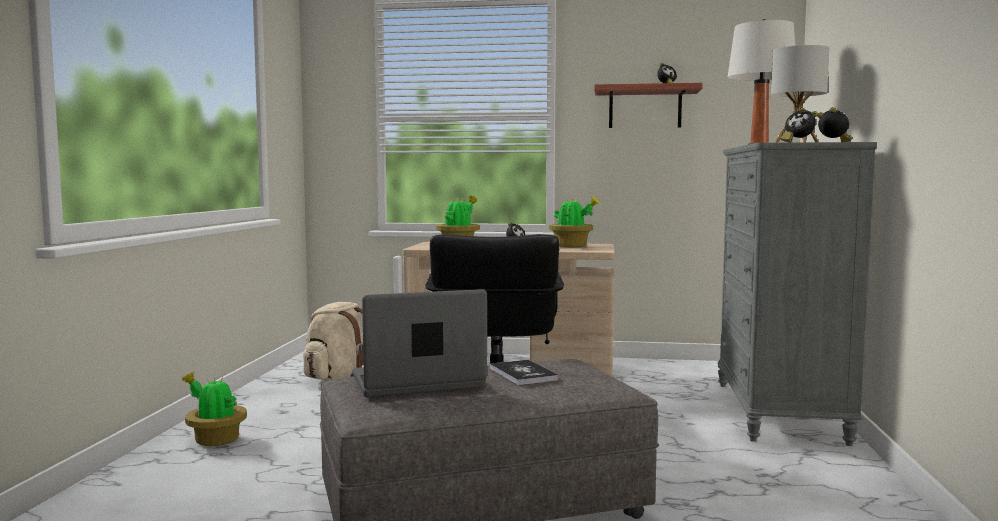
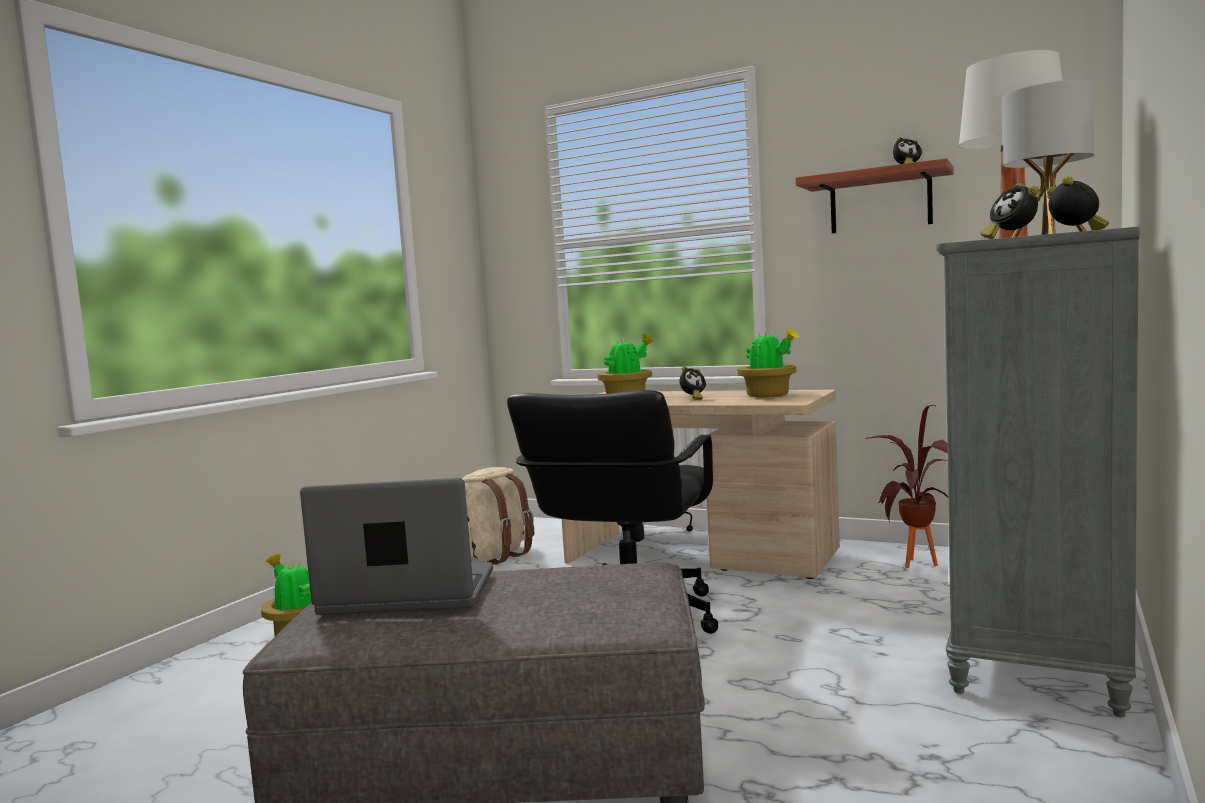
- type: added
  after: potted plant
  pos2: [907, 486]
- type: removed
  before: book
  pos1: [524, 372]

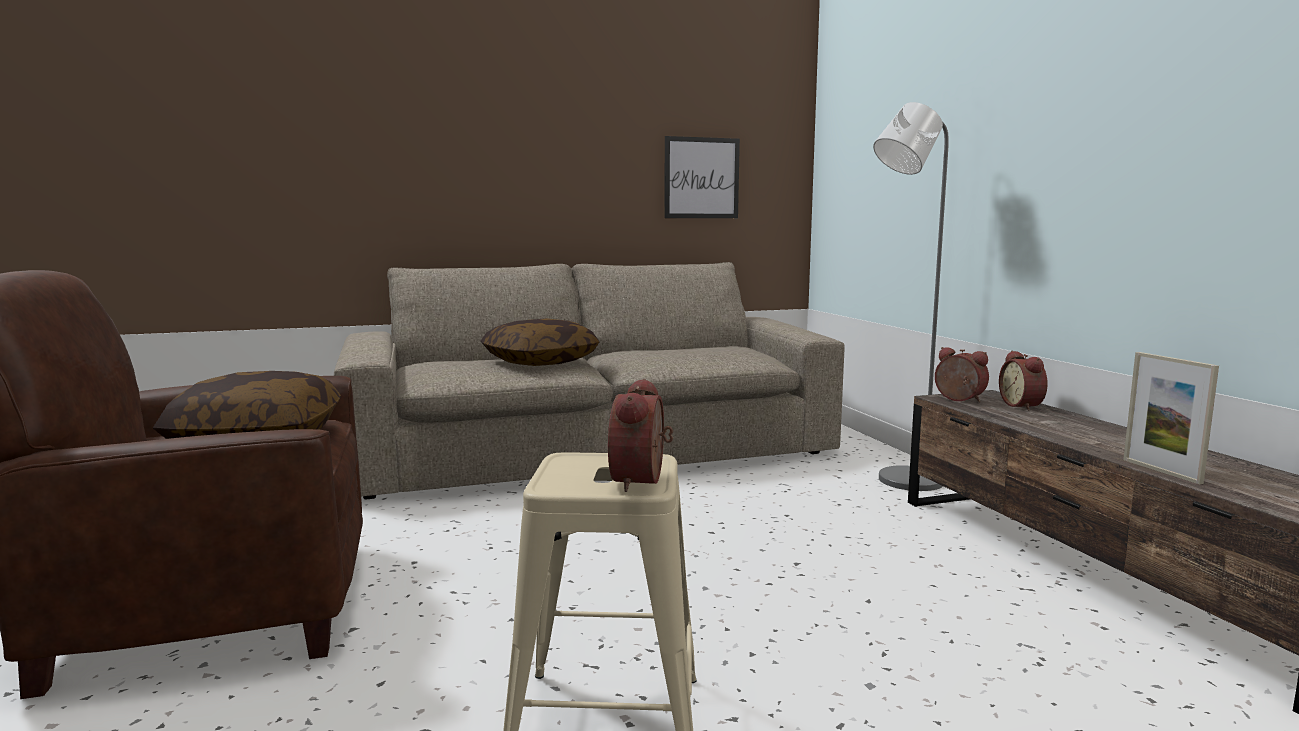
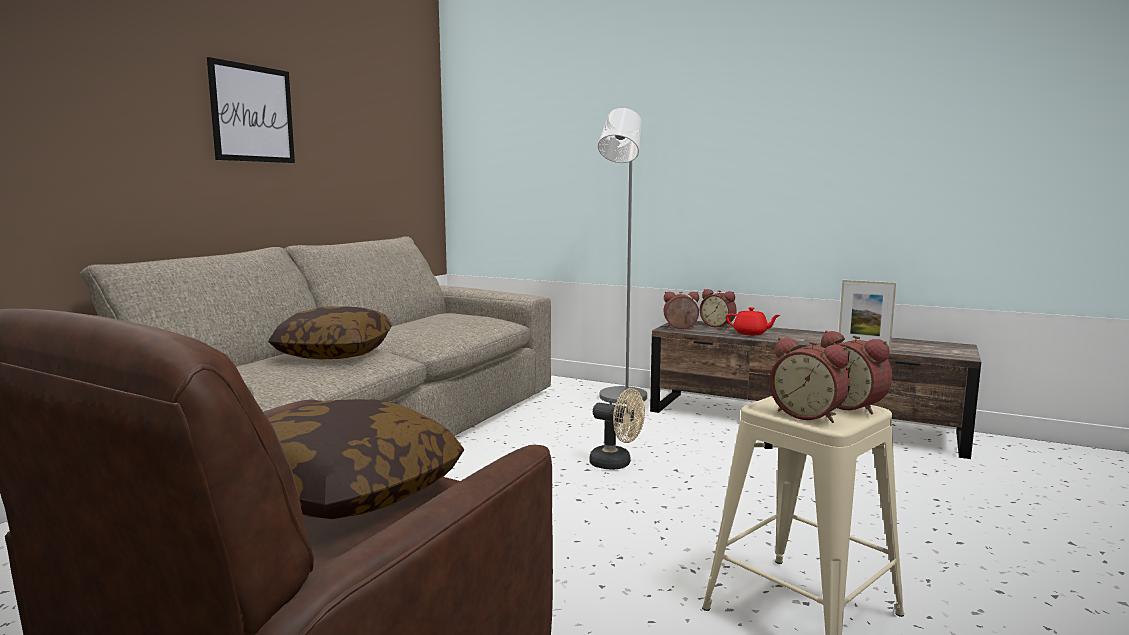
- type: moved
  before: picture
  pos1: [702, 177]
  pos2: [251, 110]
- type: added
  after: beige fan
  pos2: [617, 429]
- type: added
  after: red teapot
  pos2: [753, 321]
- type: added
  after: alarm clock
  pos2: [809, 380]

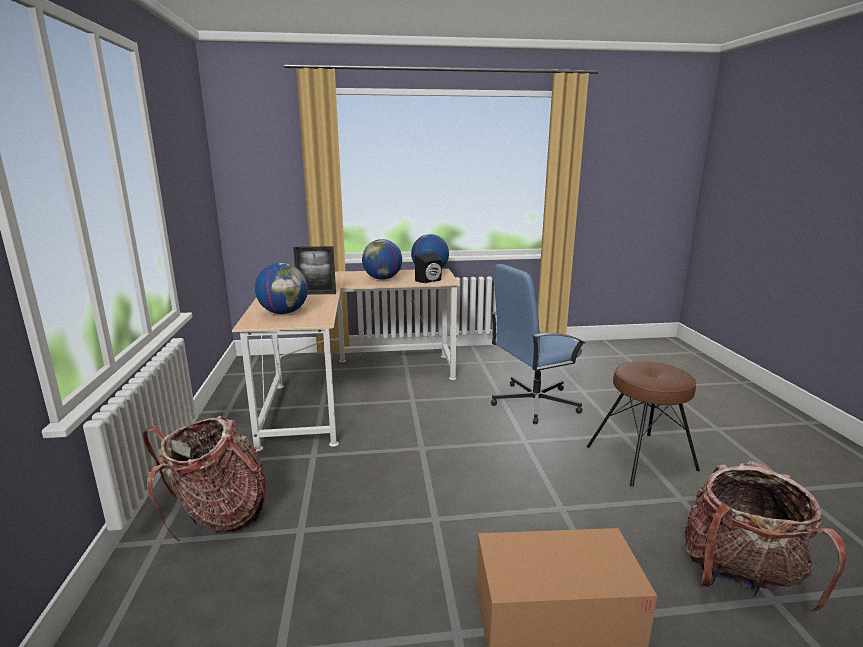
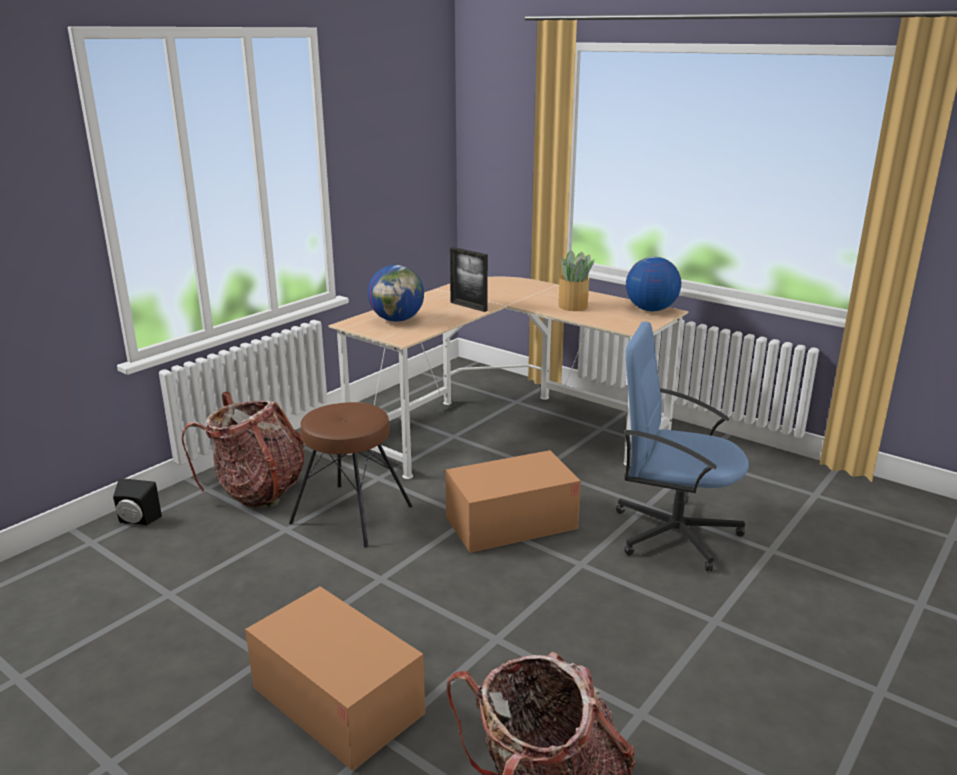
- type: moved
  before: black speaker
  pos1: [428, 267]
  pos2: [137, 502]
- type: moved
  before: brown stool
  pos1: [643, 423]
  pos2: [351, 475]
- type: added
  after: cardboard box
  pos2: [513, 501]
- type: replaced
  before: globe
  after: potted plant
  pos1: [382, 259]
  pos2: [576, 280]

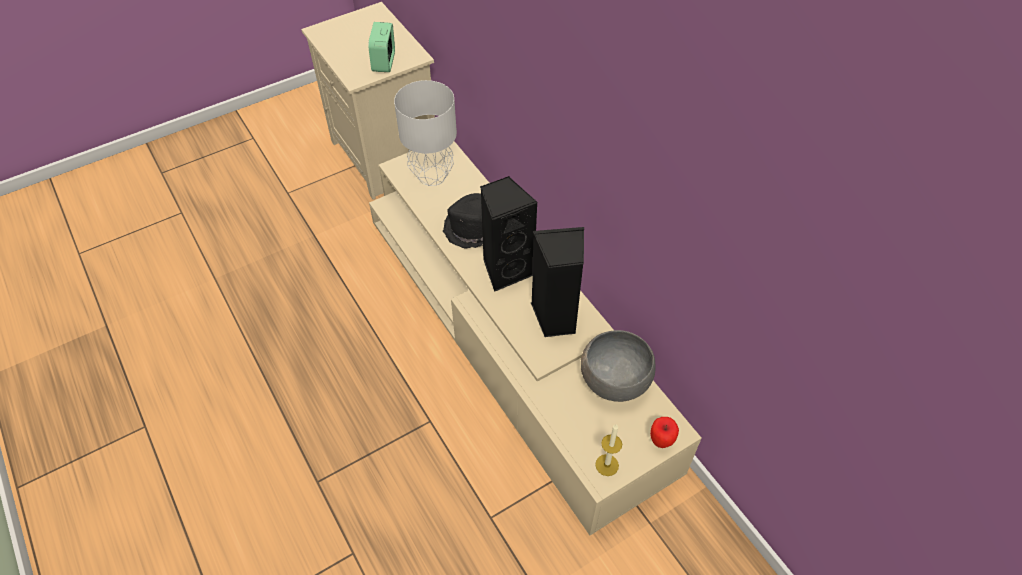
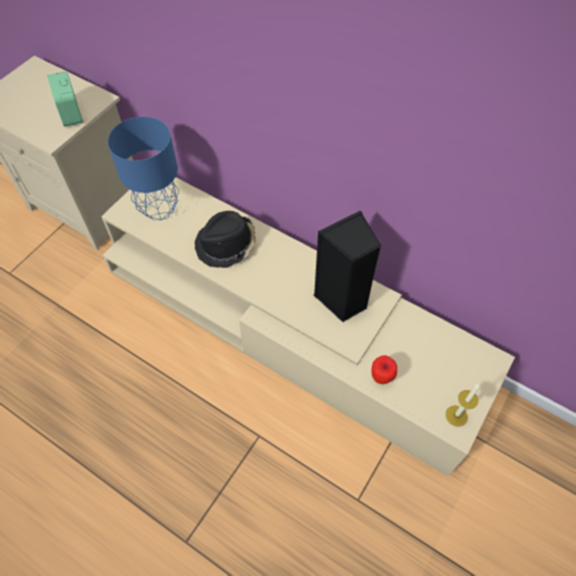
- type: recoloured
  before: grey table lamp
  after: blue table lamp
  pos1: [425, 133]
  pos2: [143, 168]
- type: moved
  before: apple
  pos1: [664, 432]
  pos2: [384, 369]
- type: removed
  before: black speaker
  pos1: [509, 234]
- type: removed
  before: grey bowl
  pos1: [618, 366]

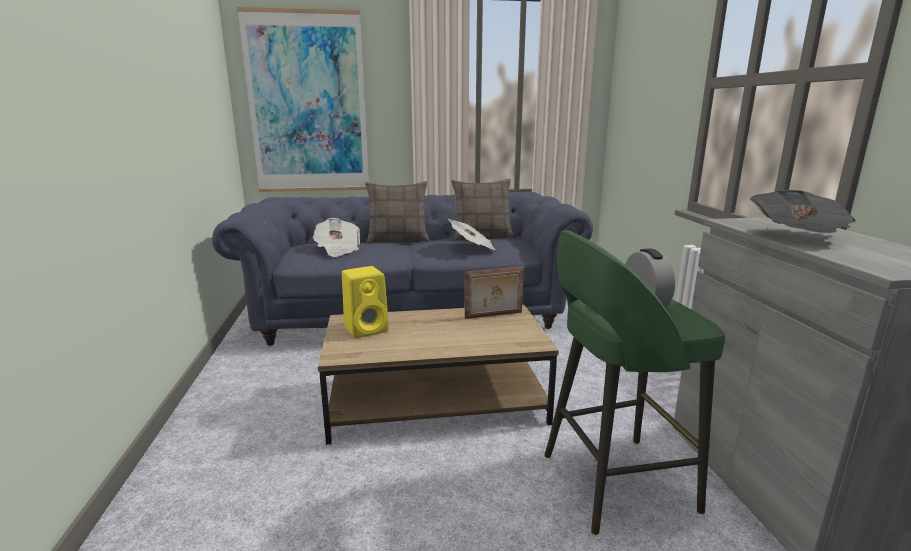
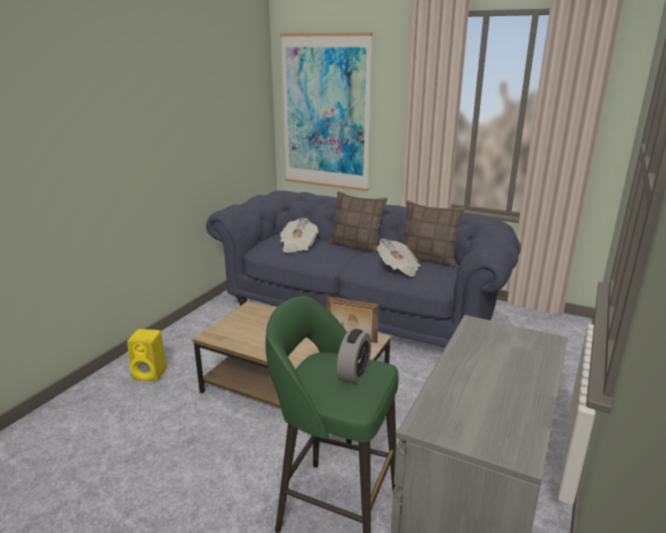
- type: moved
  before: yellow speaker
  pos1: [365, 302]
  pos2: [147, 355]
- type: removed
  before: newspaper
  pos1: [802, 211]

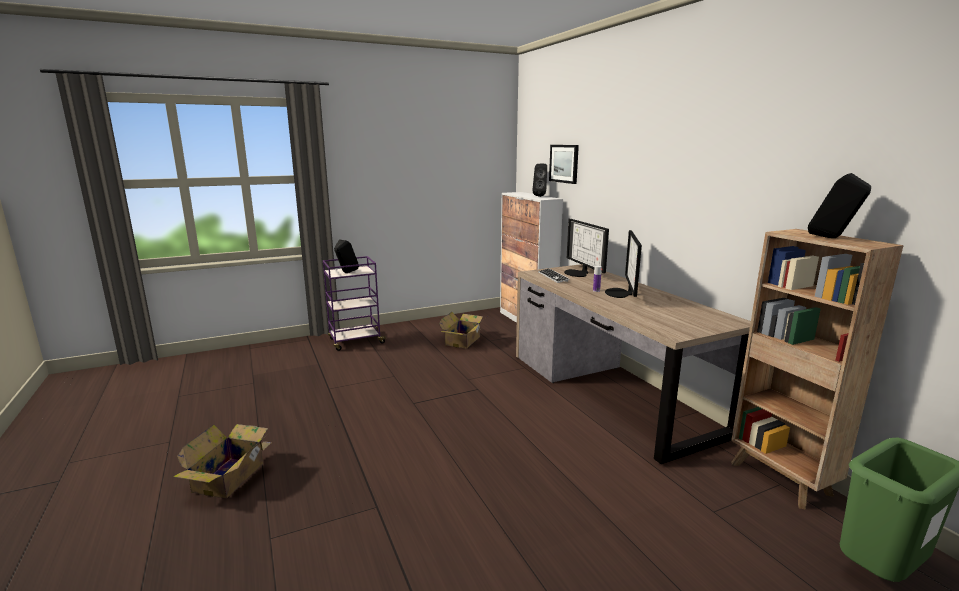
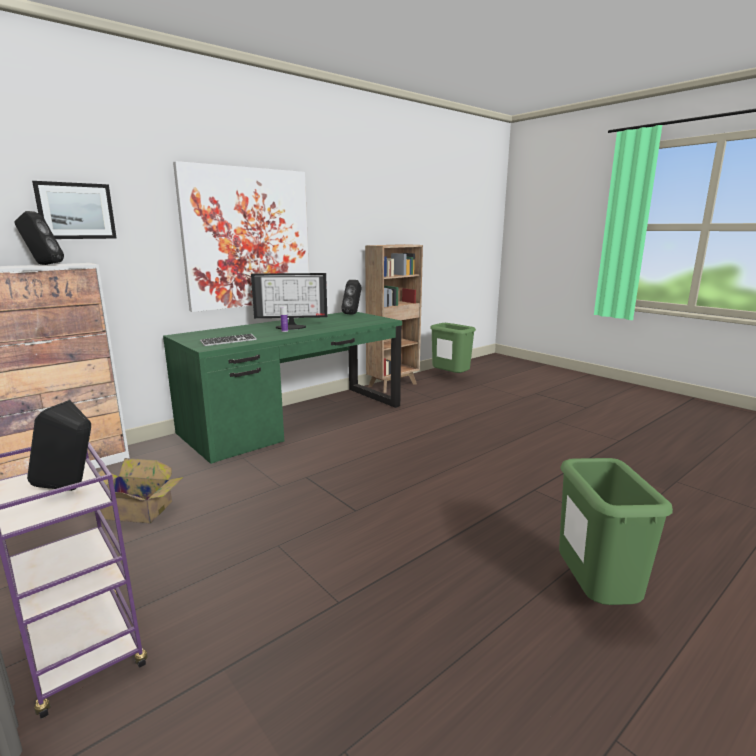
- type: recoloured
  before: brown desk
  after: green desk
  pos1: [633, 364]
  pos2: [282, 388]
- type: added
  after: picture
  pos2: [241, 236]
- type: moved
  before: black speaker
  pos1: [839, 205]
  pos2: [351, 297]
- type: replaced
  before: cardboard box
  after: green trash can
  pos1: [222, 461]
  pos2: [616, 531]
- type: removed
  before: monitor
  pos1: [586, 248]

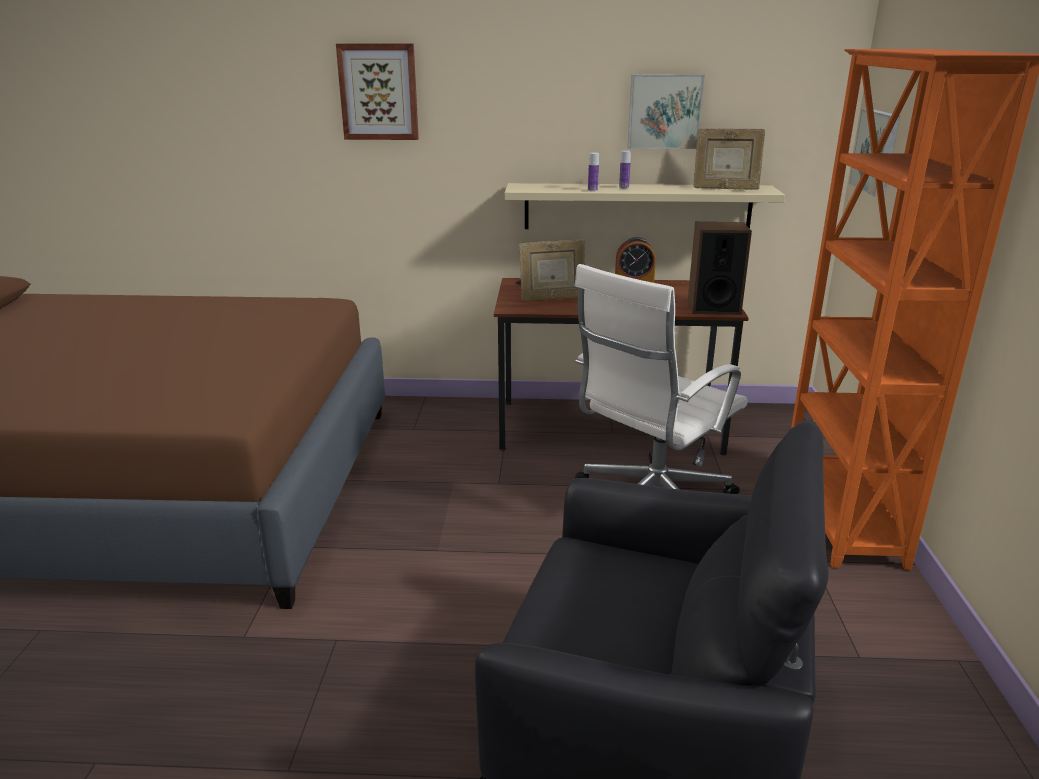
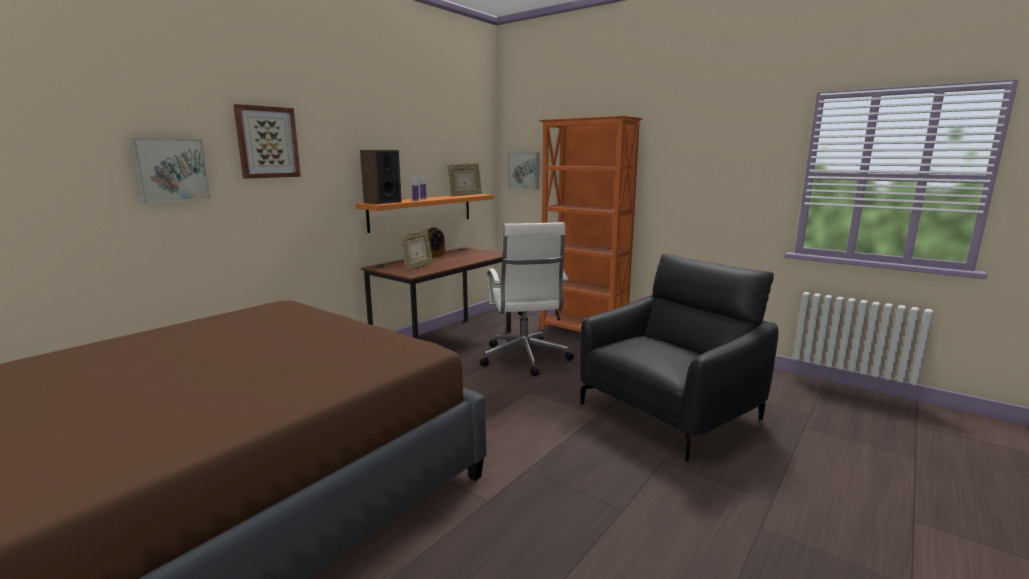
- type: moved
  before: picture
  pos1: [666, 111]
  pos2: [170, 170]
- type: recoloured
  before: beige shelf
  after: orange shelf
  pos1: [645, 206]
  pos2: [425, 213]
- type: moved
  before: speaker
  pos1: [720, 268]
  pos2: [381, 177]

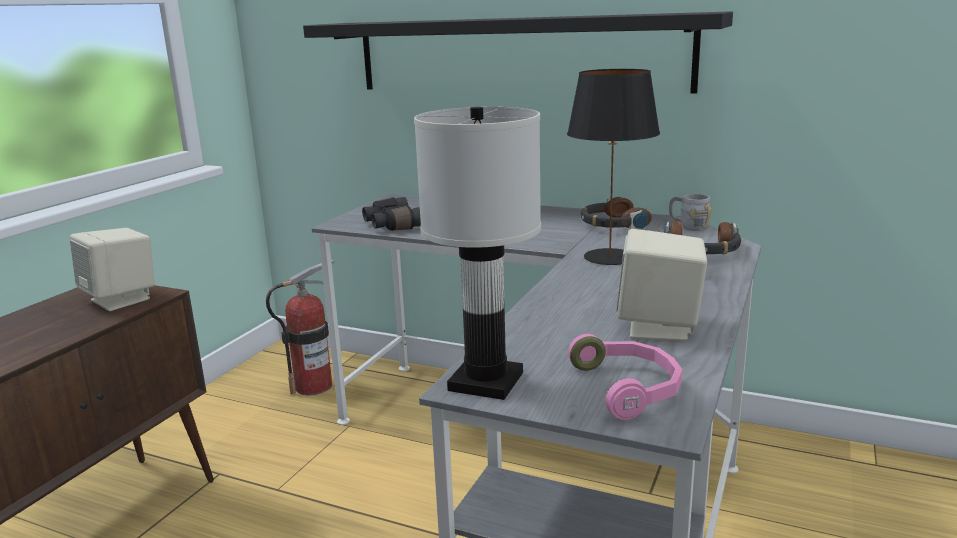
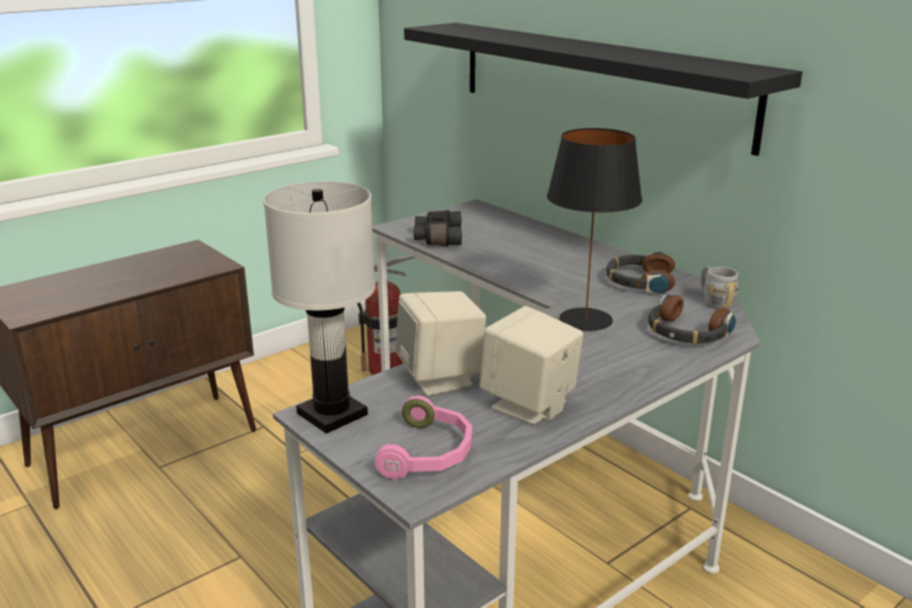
- type: moved
  before: beige speaker
  pos1: [112, 269]
  pos2: [441, 343]

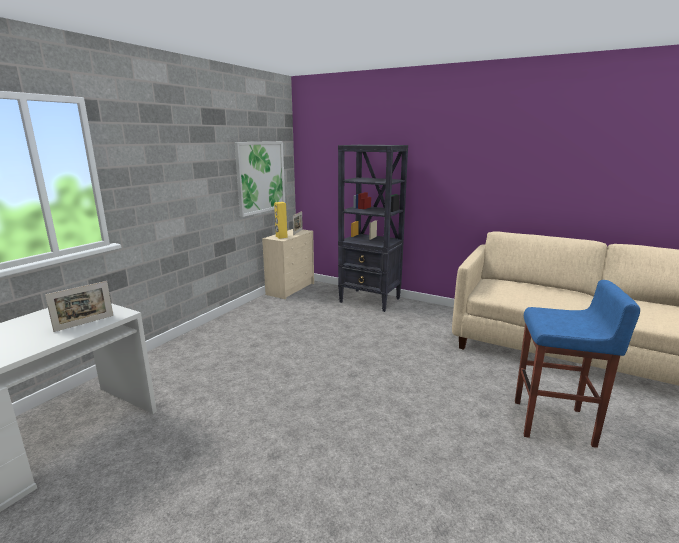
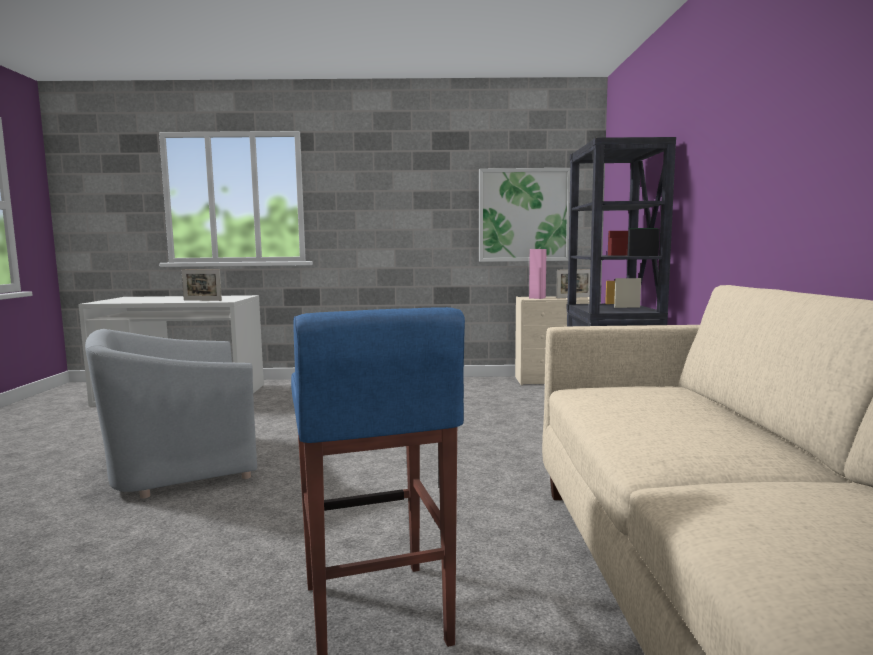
- type: added
  after: grey armchair
  pos2: [171, 414]
- type: recoloured
  before: yellow speaker
  after: pink speaker
  pos1: [281, 220]
  pos2: [538, 274]

